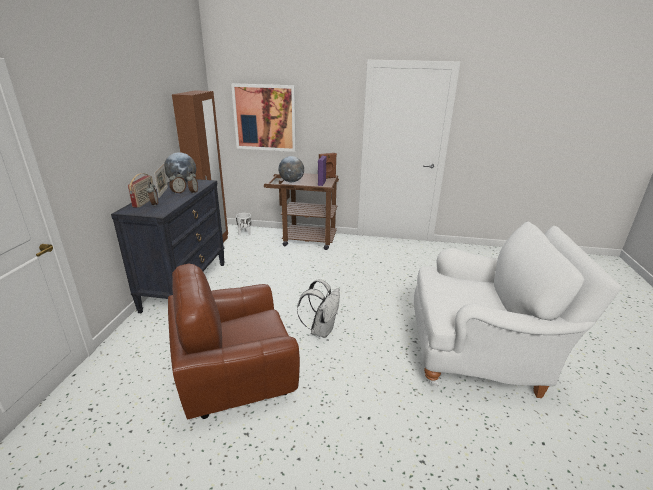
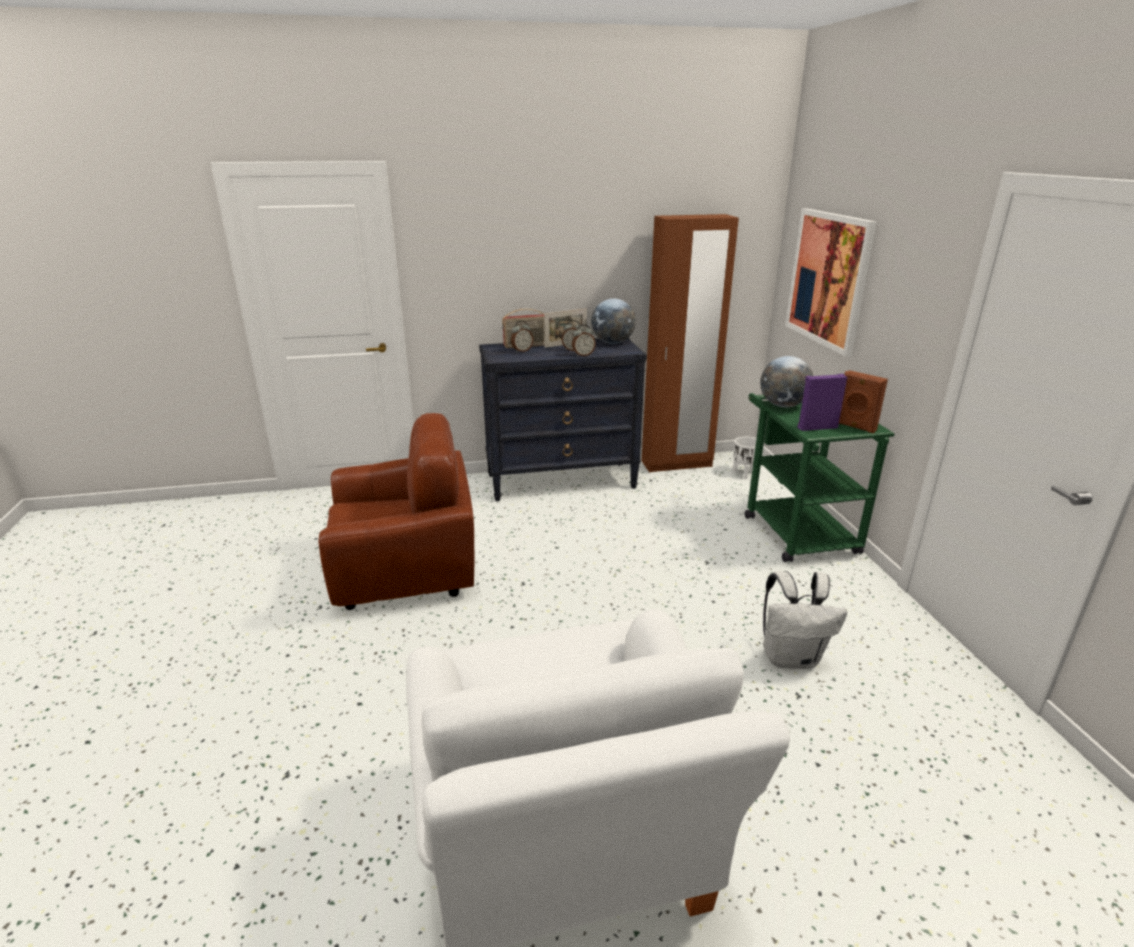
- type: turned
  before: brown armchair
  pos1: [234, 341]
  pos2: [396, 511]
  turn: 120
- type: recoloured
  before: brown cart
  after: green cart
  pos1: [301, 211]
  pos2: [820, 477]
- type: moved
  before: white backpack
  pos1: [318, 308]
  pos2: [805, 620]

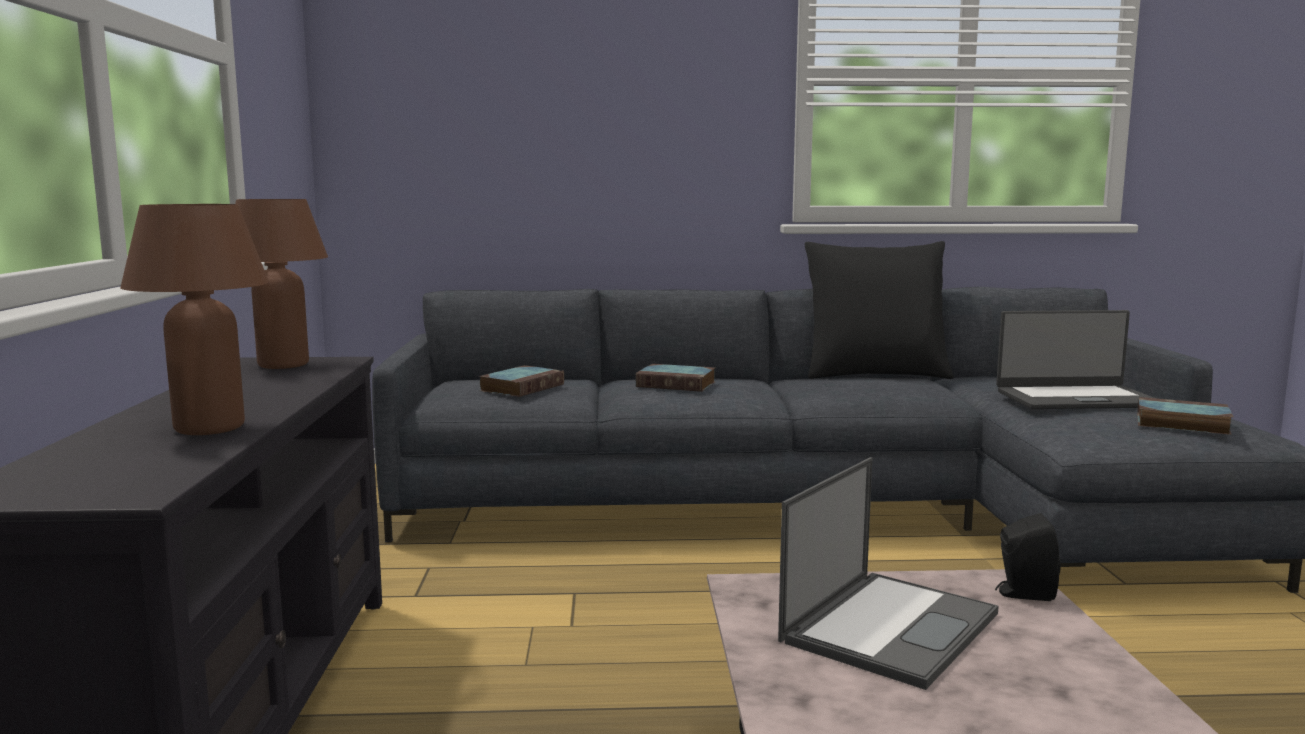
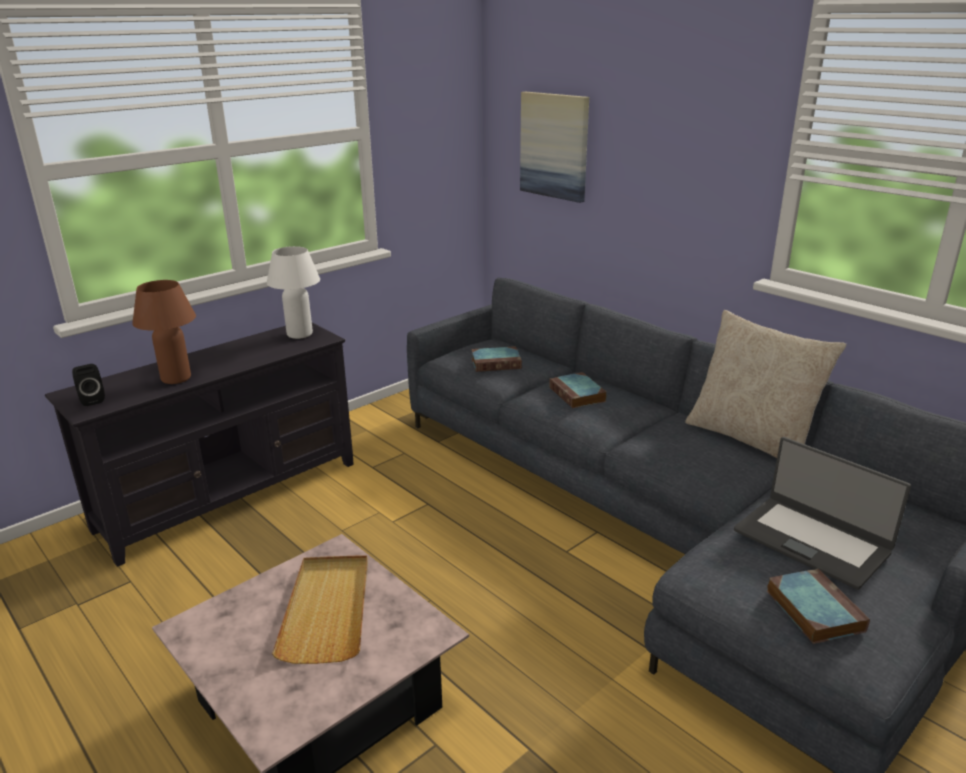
- type: moved
  before: black speaker
  pos1: [1028, 557]
  pos2: [88, 385]
- type: recoloured
  before: brown table lamp
  after: white table lamp
  pos1: [281, 284]
  pos2: [293, 292]
- type: replaced
  before: laptop
  after: beige tray
  pos1: [888, 573]
  pos2: [320, 609]
- type: added
  after: picture
  pos2: [554, 147]
- type: recoloured
  before: black pillow
  after: beige pillow
  pos1: [879, 310]
  pos2: [765, 384]

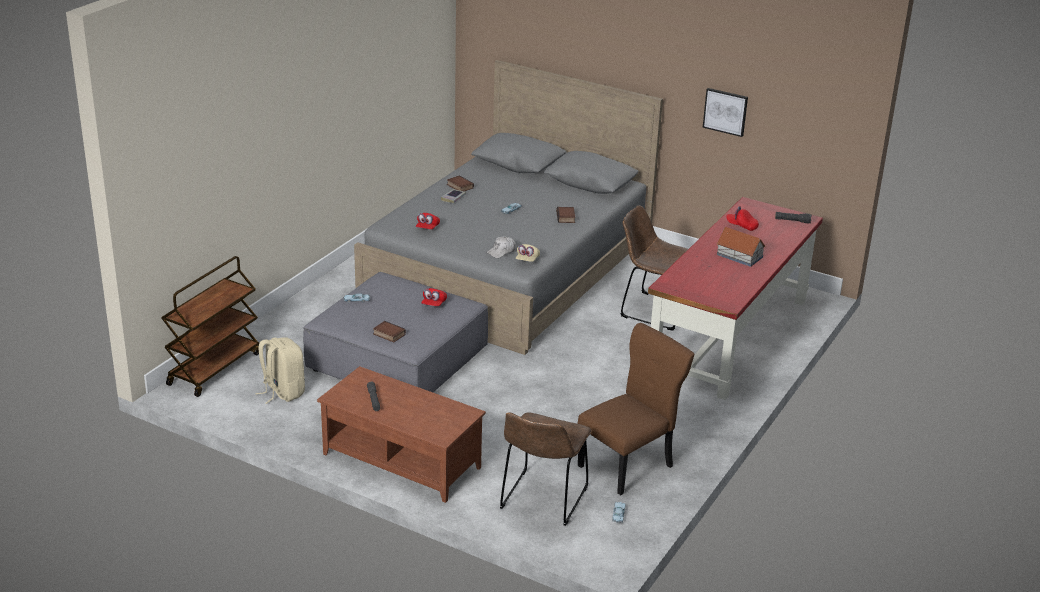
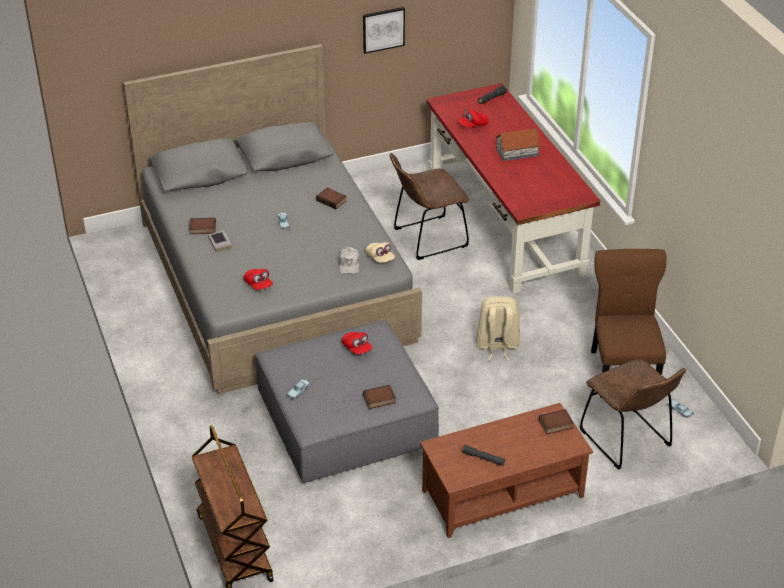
- type: moved
  before: beige backpack
  pos1: [280, 370]
  pos2: [498, 328]
- type: added
  after: book
  pos2: [556, 421]

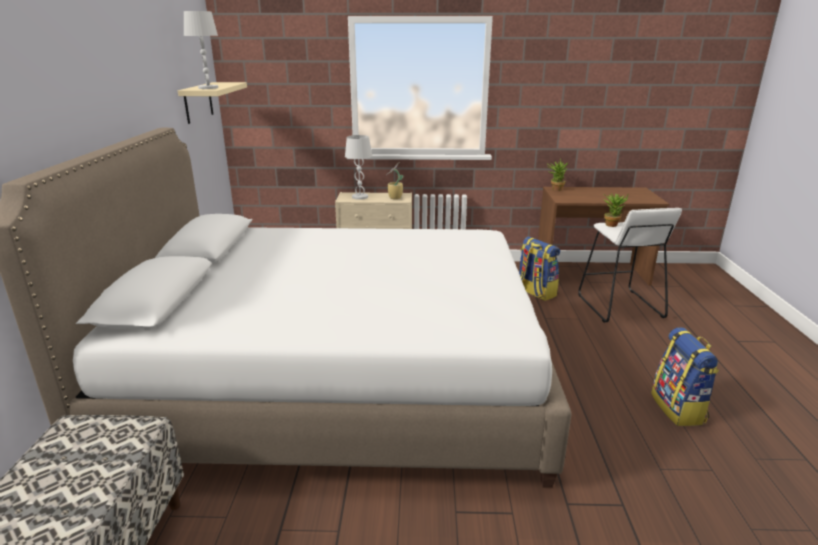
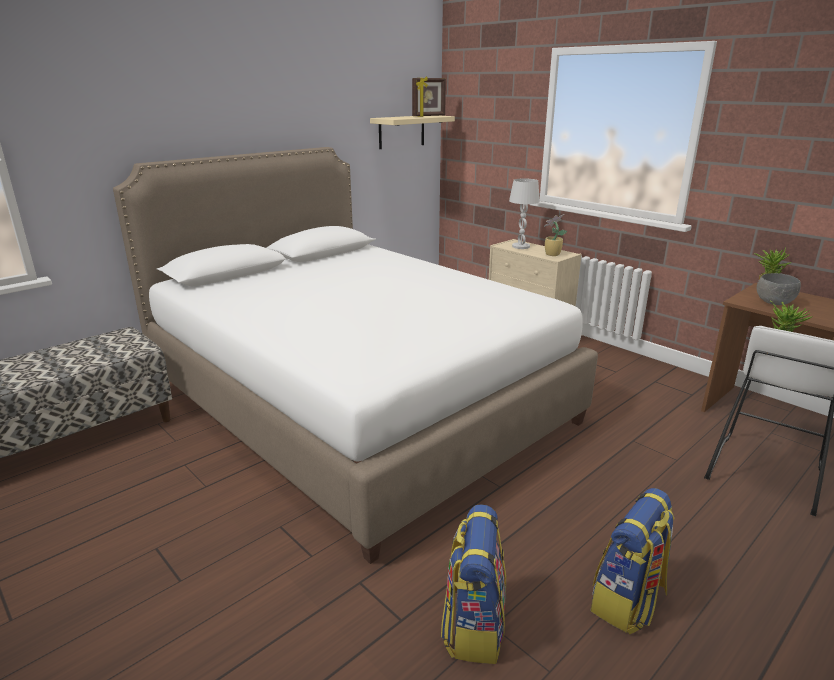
- type: added
  after: picture frame
  pos2: [429, 96]
- type: moved
  before: backpack
  pos1: [539, 268]
  pos2: [473, 584]
- type: added
  after: grey bowl
  pos2: [779, 289]
- type: removed
  before: white table lamp
  pos1: [201, 50]

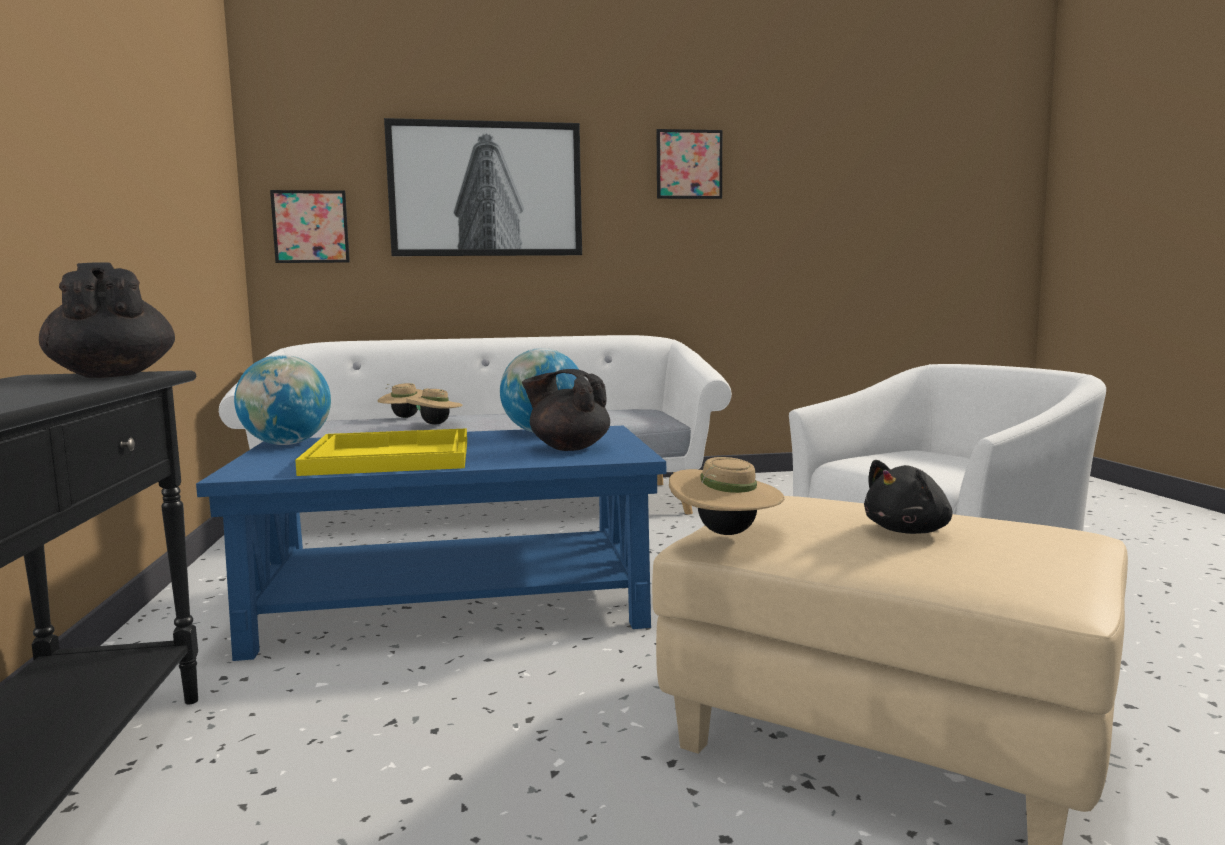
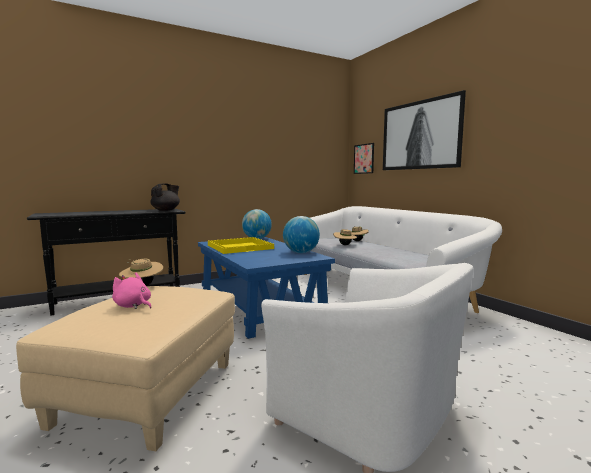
- type: recoloured
  before: black plush toy
  after: pink plush toy
  pos1: [908, 497]
  pos2: [131, 291]
- type: removed
  before: black teapot
  pos1: [566, 410]
- type: removed
  before: picture
  pos1: [689, 164]

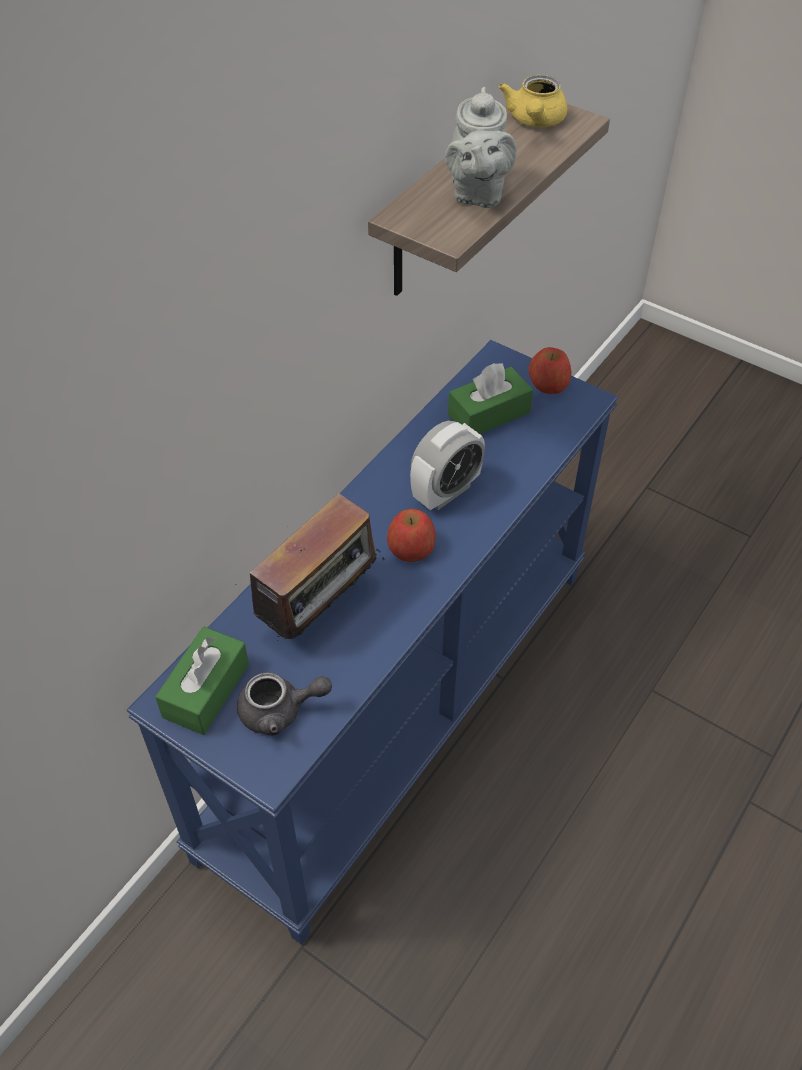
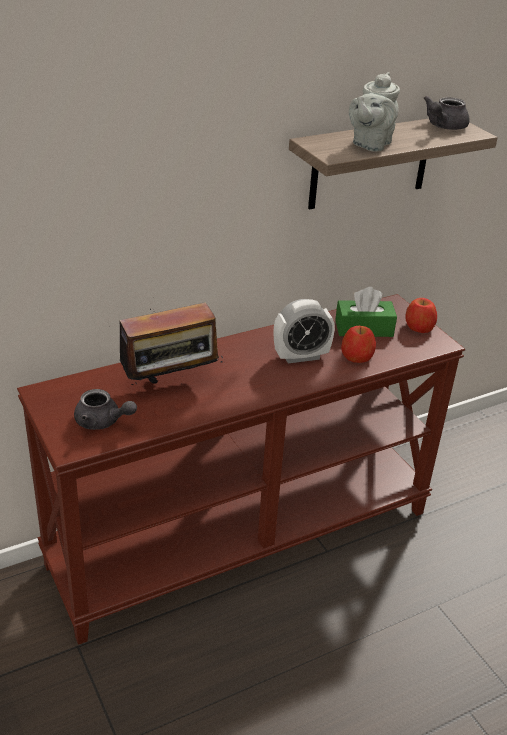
- type: recoloured
  before: blue console table
  after: brown console table
  pos1: [372, 642]
  pos2: [241, 469]
- type: moved
  before: apple
  pos1: [411, 535]
  pos2: [358, 344]
- type: recoloured
  before: yellow teapot
  after: grey teapot
  pos1: [533, 101]
  pos2: [446, 113]
- type: removed
  before: green tissue box
  pos1: [202, 681]

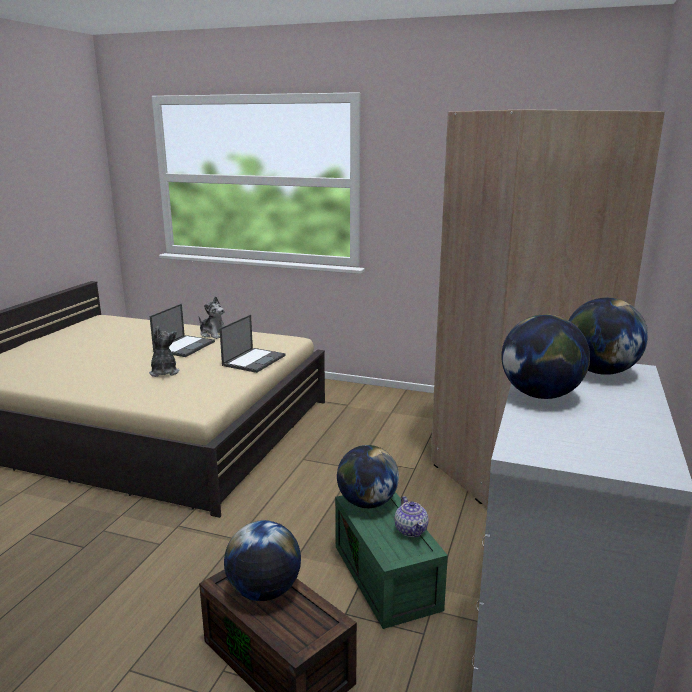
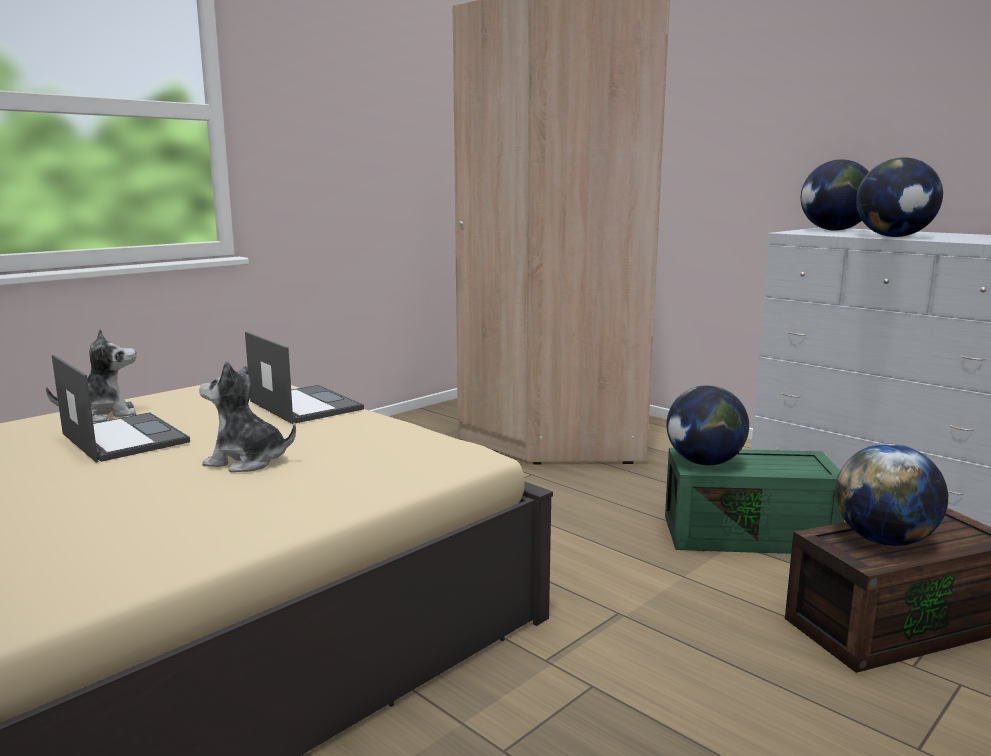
- type: removed
  before: teapot
  pos1: [412, 516]

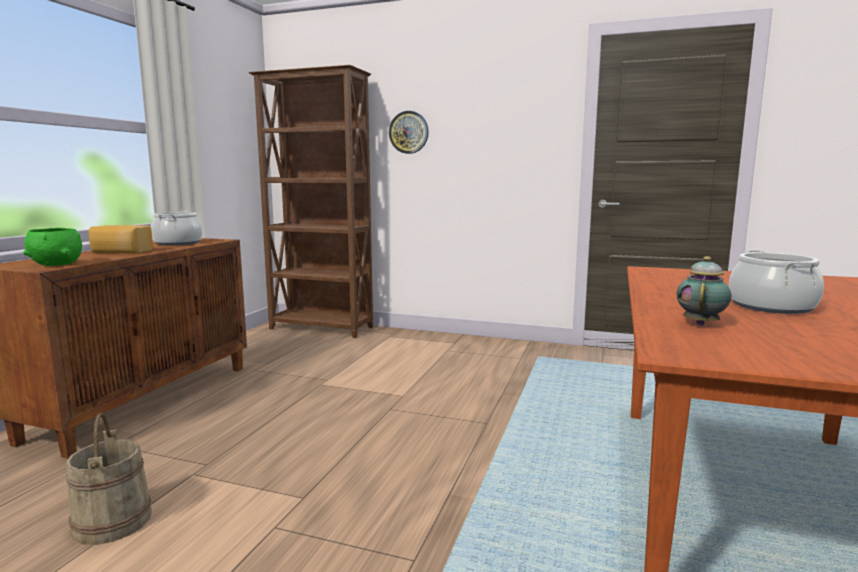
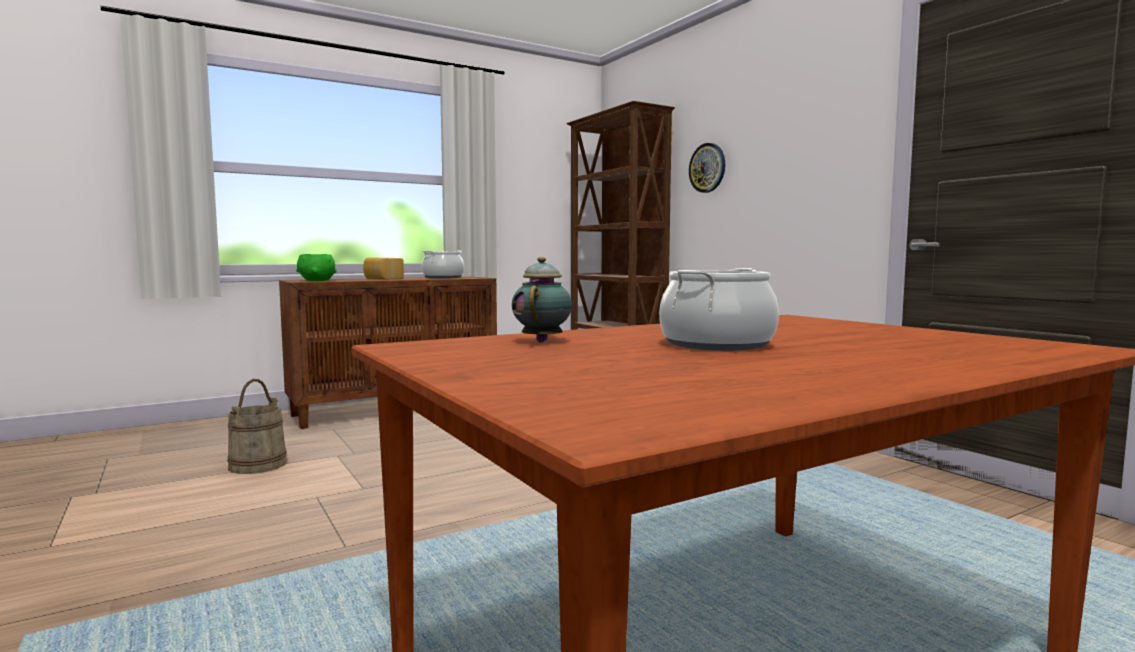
- type: turned
  before: teapot
  pos1: [704, 291]
  pos2: [542, 300]
  turn: -60

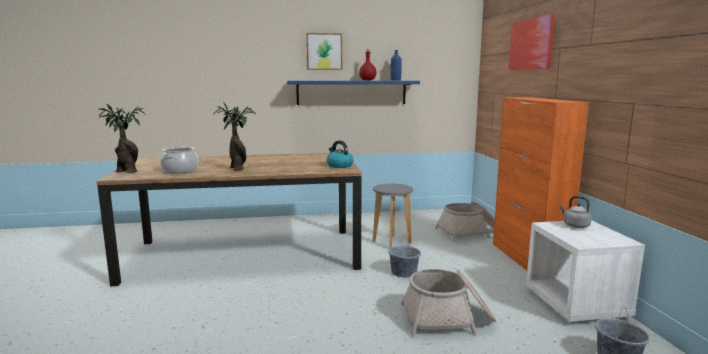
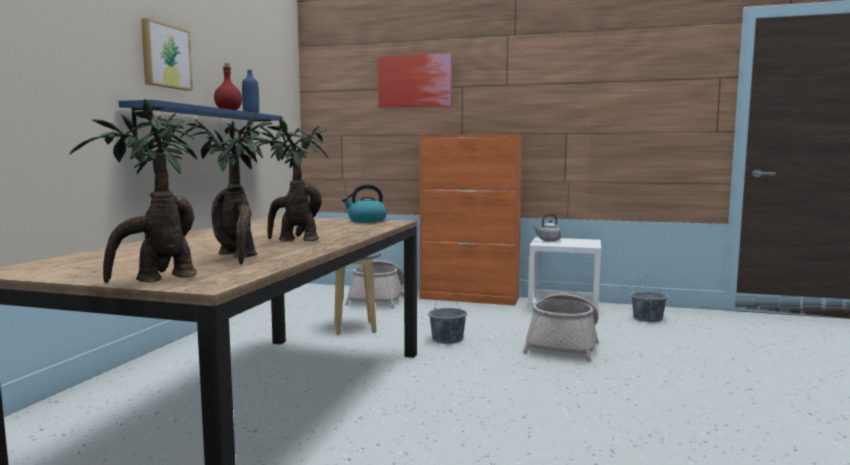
- type: replaced
  before: cooking pot
  after: potted plant
  pos1: [179, 160]
  pos2: [227, 188]

